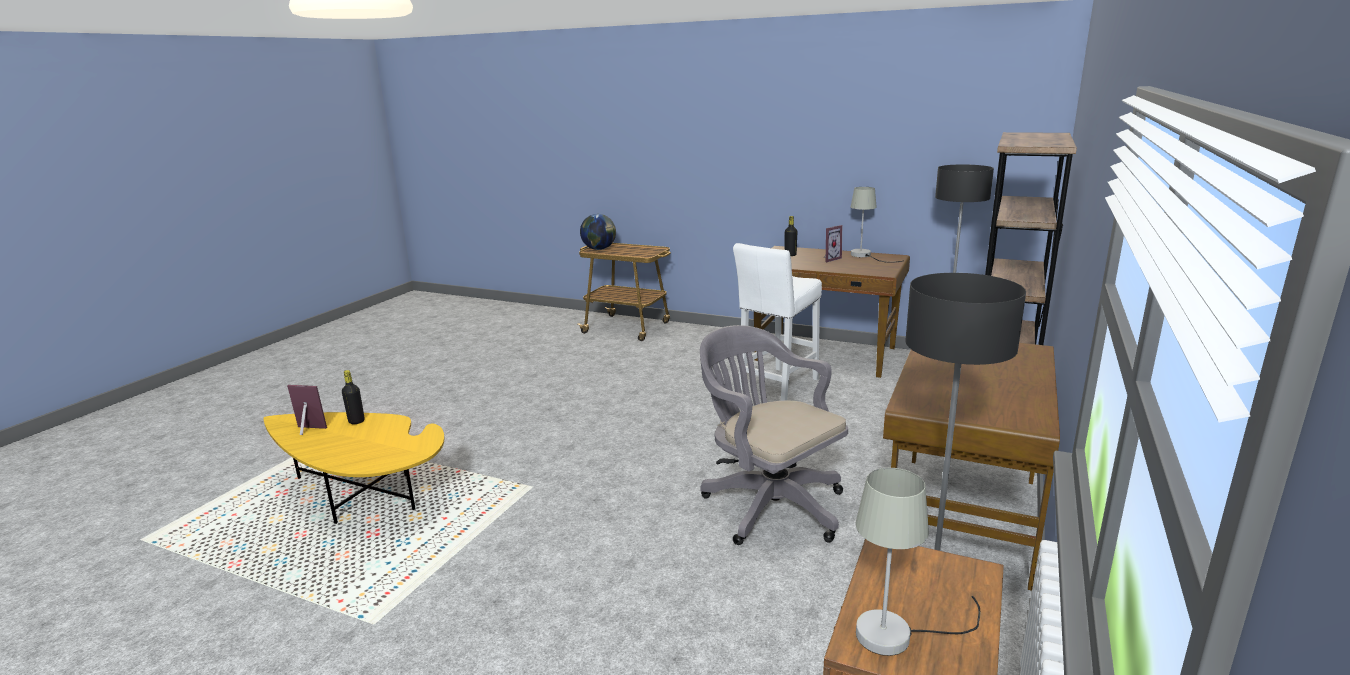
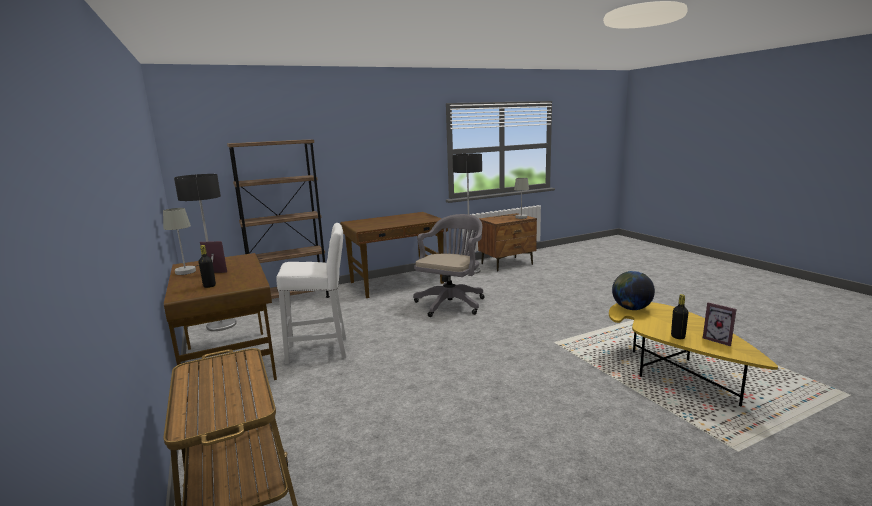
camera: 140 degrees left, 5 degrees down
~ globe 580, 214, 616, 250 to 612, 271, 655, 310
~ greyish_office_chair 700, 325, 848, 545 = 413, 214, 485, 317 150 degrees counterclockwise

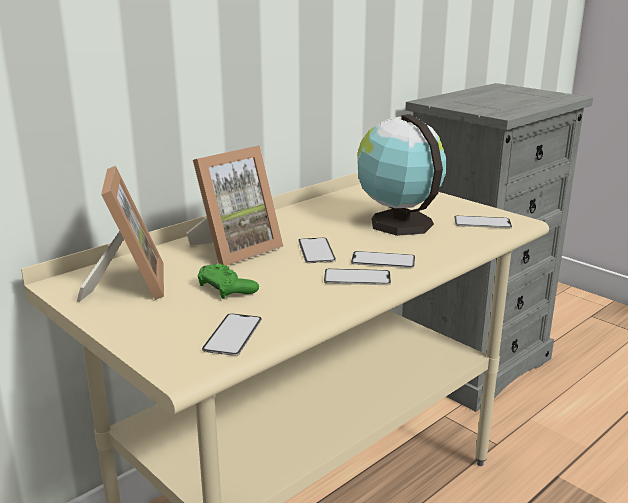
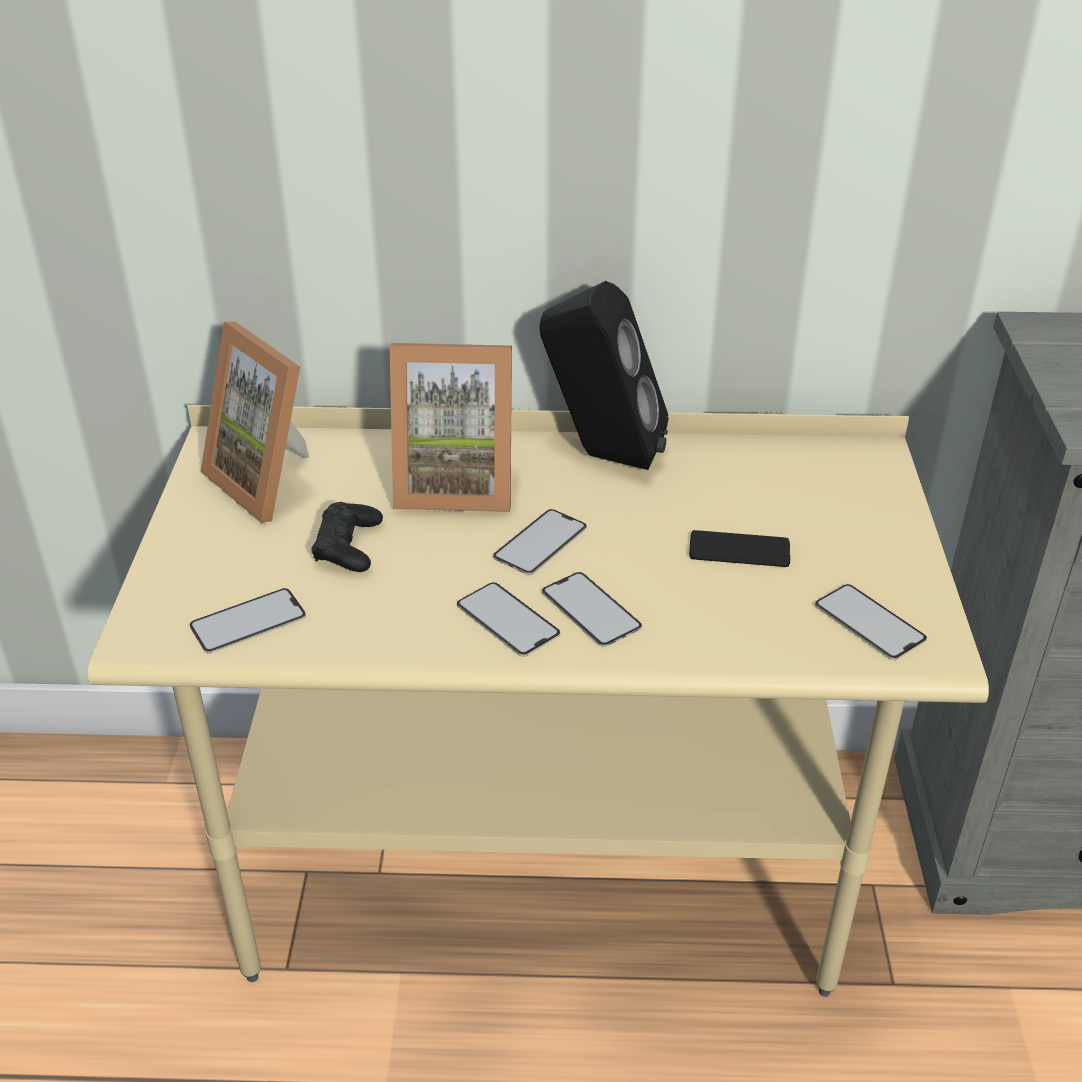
camera: 45 degrees right, 15 degrees up
+ black-coloured_loudspeaker 539, 281, 668, 470
~ globe 357, 114, 447, 236 to phone 689, 530, 790, 567
~ green_gamepad 198, 264, 259, 299 to black-coloured_gamepad 311, 502, 383, 572
~ photo_frame 77, 166, 164, 302 = 201, 322, 309, 523 105 degrees clockwise

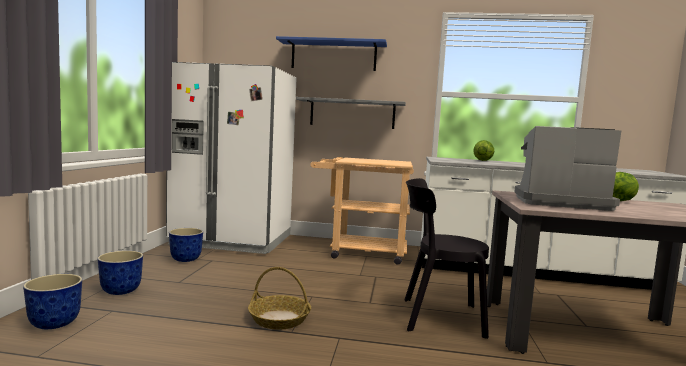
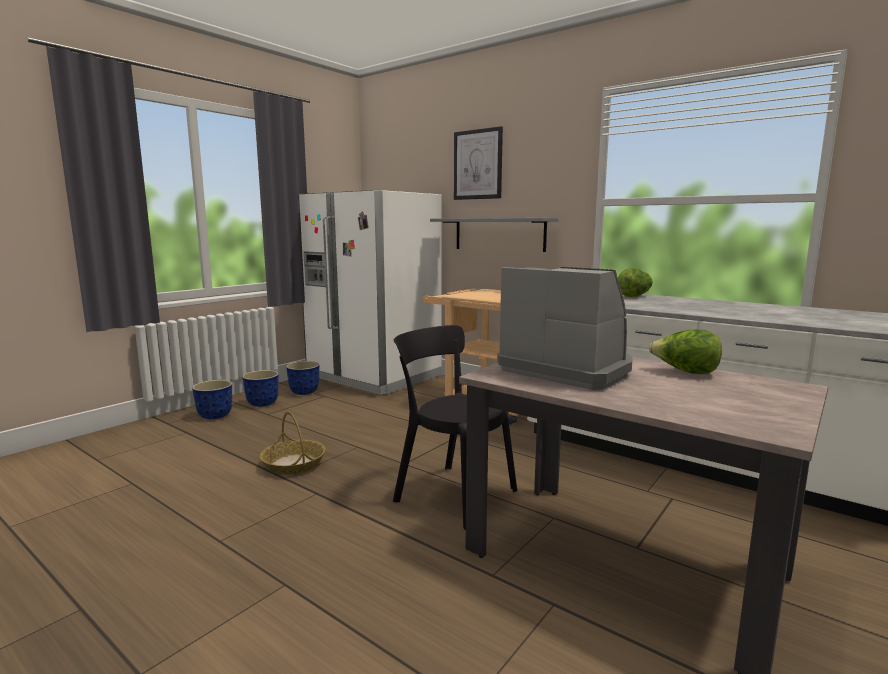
camera: 30 degrees right, 5 degrees up
~ plant_pot 23, 274, 82, 329 to 242, 370, 279, 407
~ bluish_shelf 276, 36, 387, 71 to wall_picture 454, 126, 503, 200

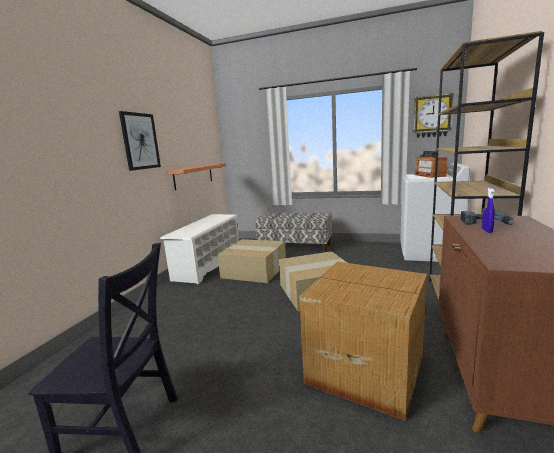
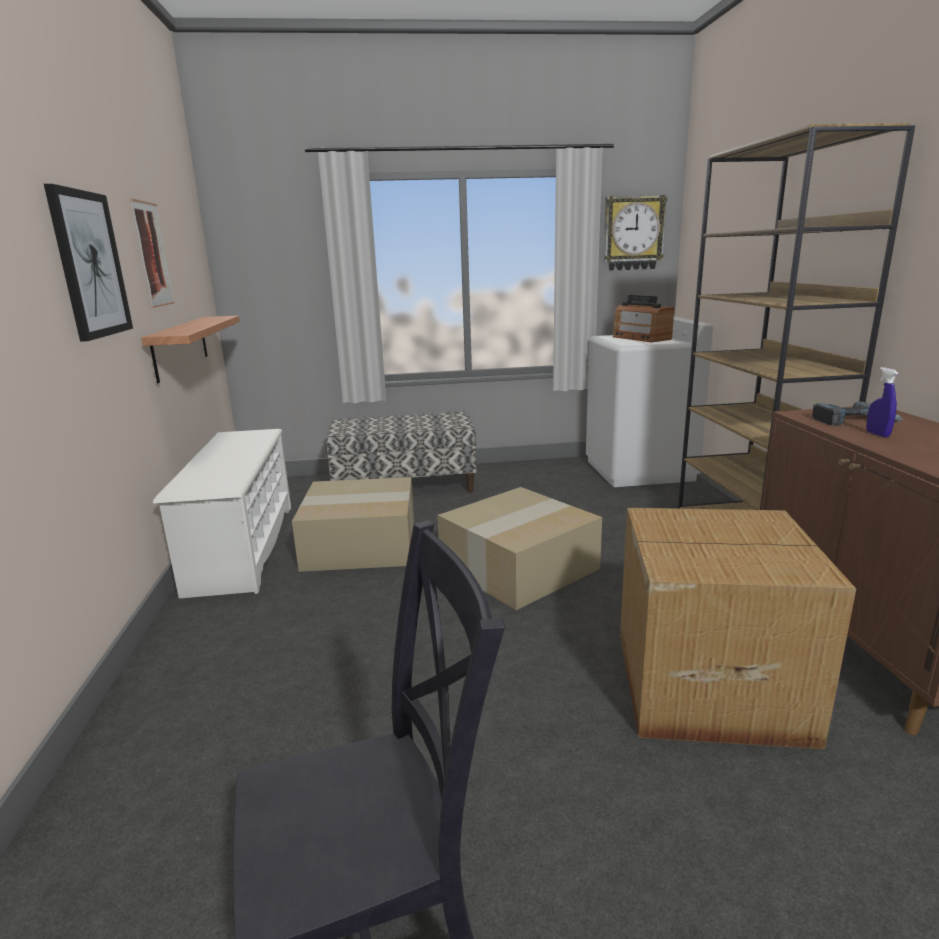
camera: 25 degrees left, 5 degrees up
+ wall_picture 130, 199, 175, 308

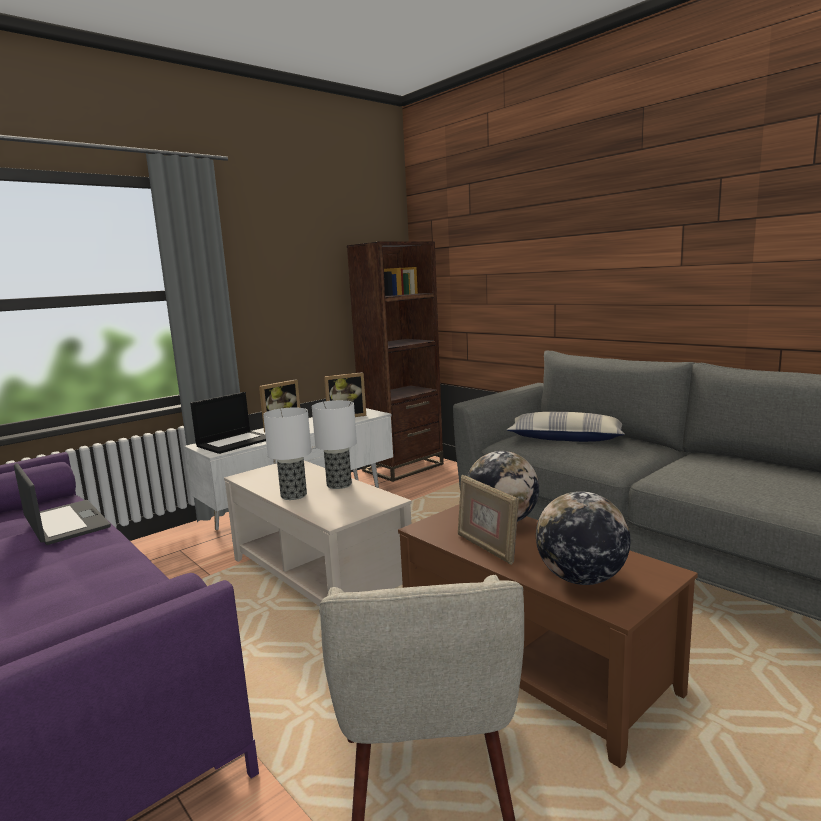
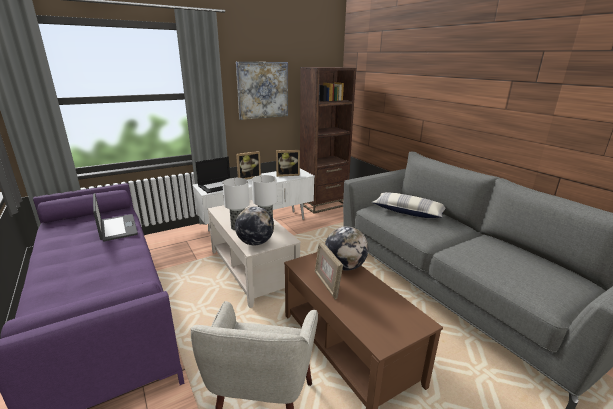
camera: 10 degrees right, 10 degrees up
+ wall_picture 236, 62, 288, 120
~ globe 536, 491, 630, 585 to 235, 206, 274, 245

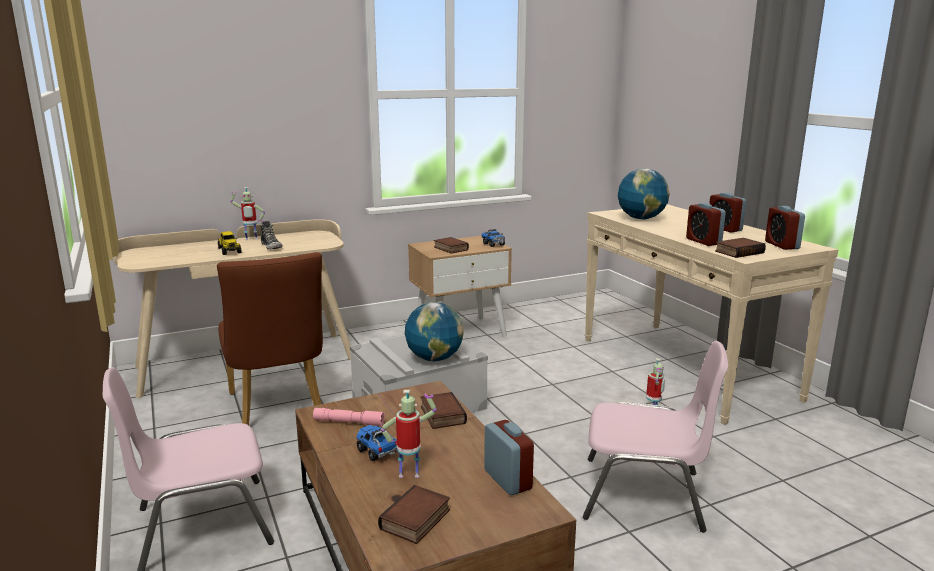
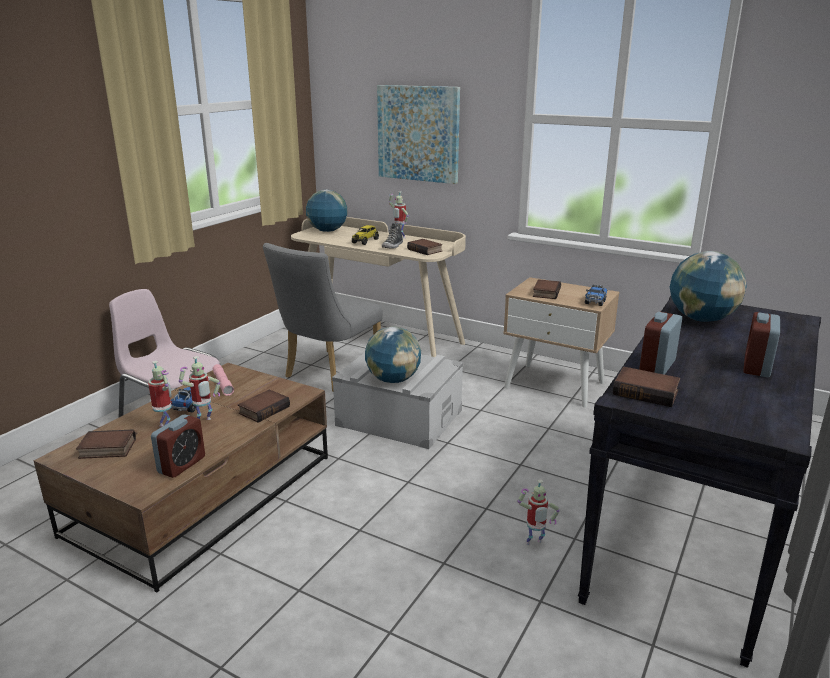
camera: 55 degrees right, 5 degrees up
- pink_plain_chair 583, 341, 728, 532
- table_clock 765, 206, 805, 250
+ robot_figure 179, 356, 220, 420
+ globe 306, 189, 347, 232
+ wall_picture 377, 85, 460, 184
+ volume 407, 239, 443, 255
~ brown_plain_chair 217, 252, 323, 425 to greyish_plain_chair 263, 243, 383, 392
~ sand-coloured_console_table 585, 204, 838, 425 to black-coloured_console_table 577, 296, 821, 668

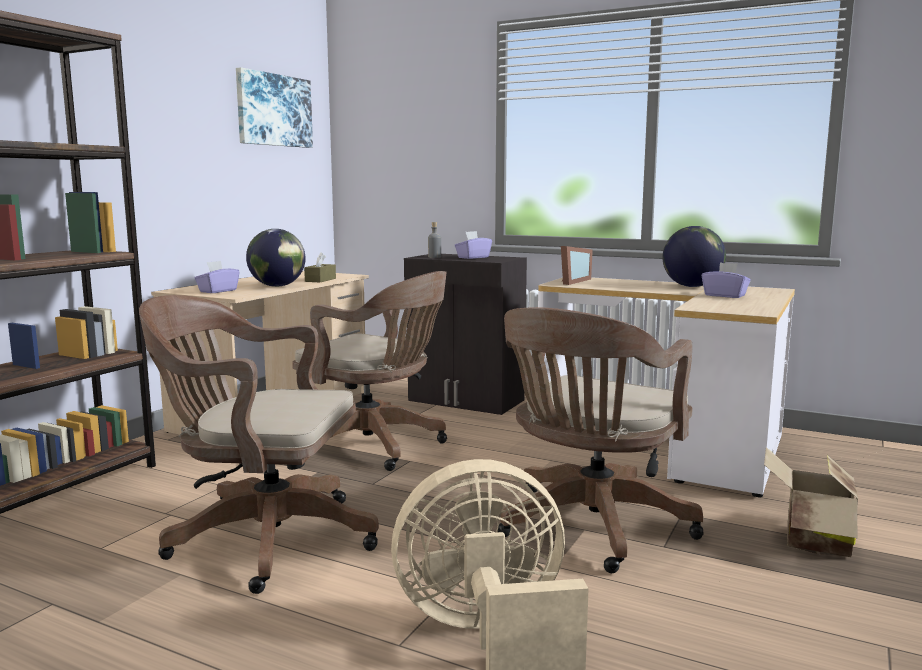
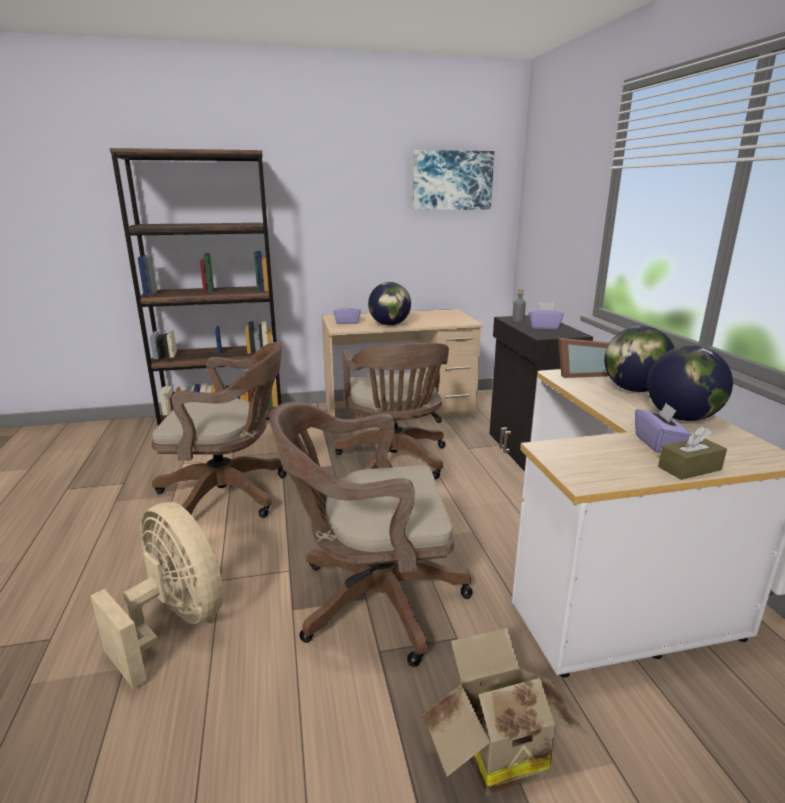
camera: 50 degrees right, 10 degrees up
+ globe 604, 326, 675, 392
~ brown_box_of_tissues 304, 252, 336, 282 to 658, 426, 727, 480
~ brown_office_chair 139, 295, 379, 594 = 151, 342, 287, 518 120 degrees clockwise

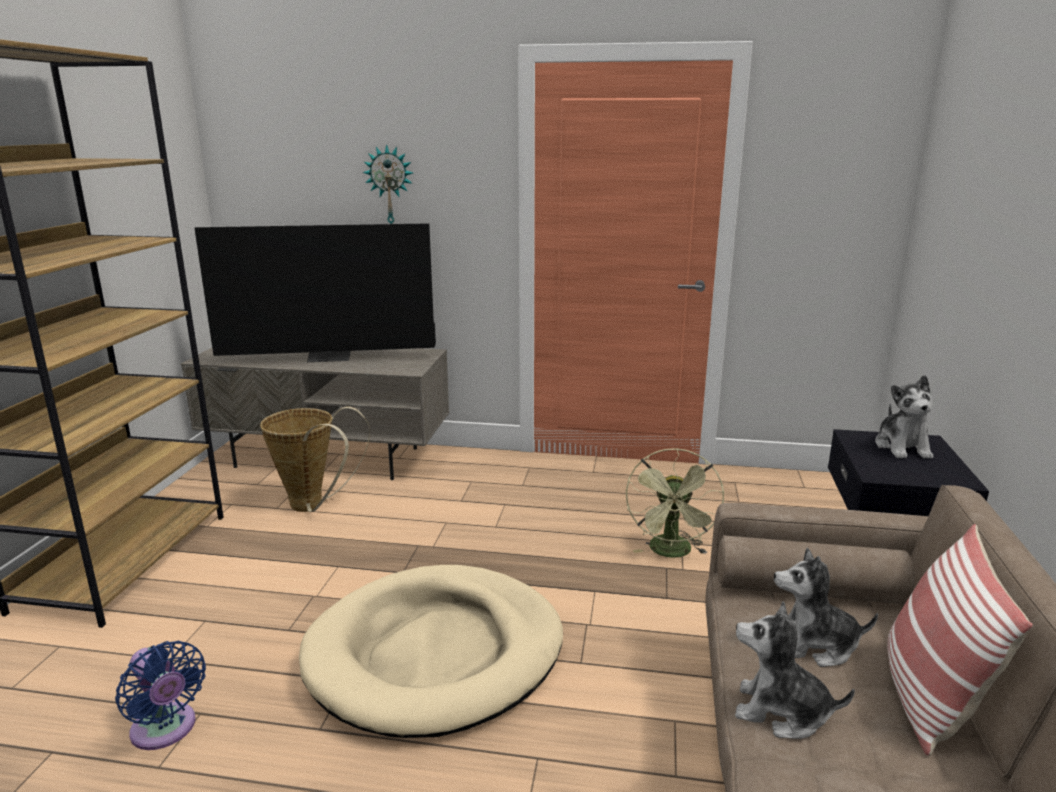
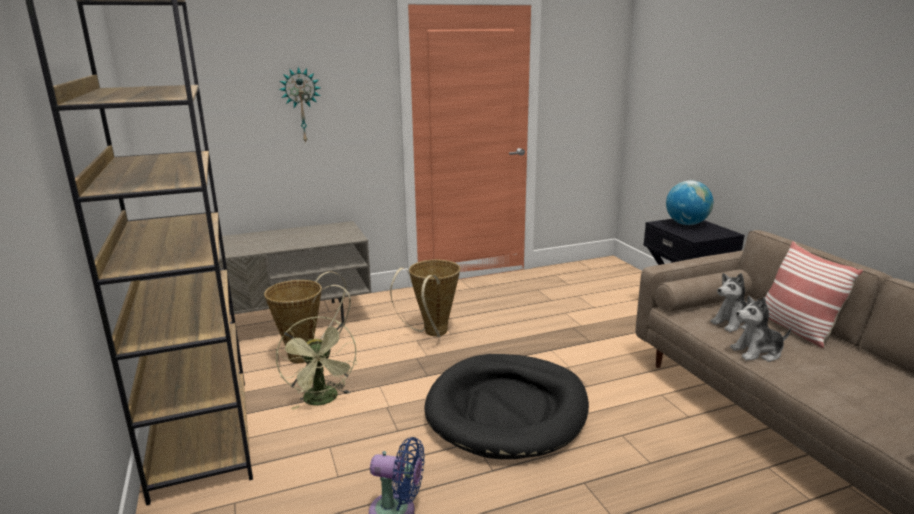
camera: 30 degrees left, 0 degrees up
- TV 194, 223, 436, 362
+ household_basket 390, 260, 460, 337
~ green_electric_fan 626, 448, 724, 558 to 276, 317, 357, 410
~ soft_toy 875, 375, 933, 459 to globe 666, 180, 713, 225
~ sand-coloured_dog_cushion 299, 565, 563, 738 to black-coloured_dog_cushion 424, 354, 589, 459

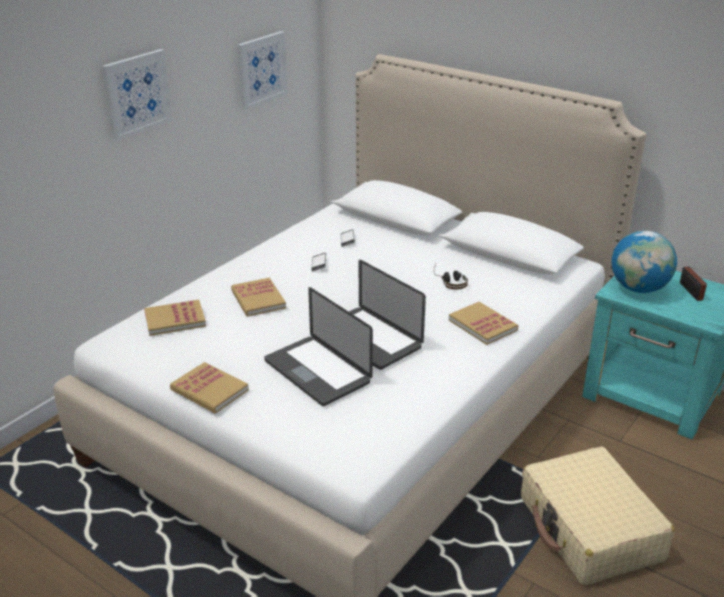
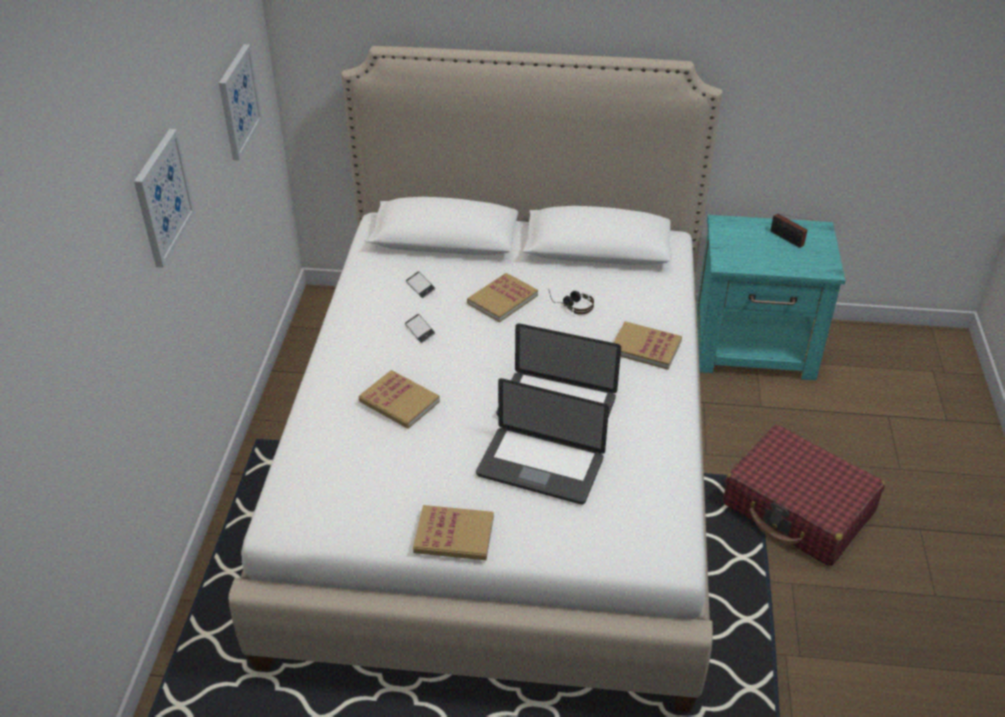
camera: 30 degrees left, 10 degrees up
- globe 611, 231, 677, 293
~ volume 144, 300, 206, 336 to 467, 273, 538, 323
~ sand-coloured_suitcase 521, 446, 675, 586 to red-coloured_suitcase 723, 425, 885, 566

